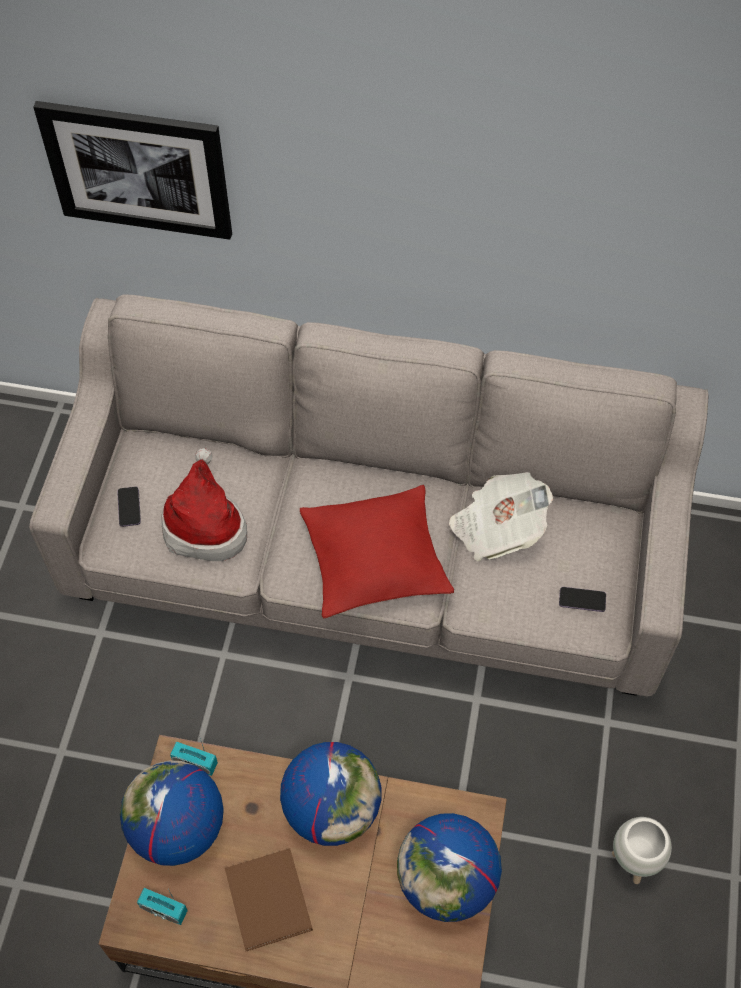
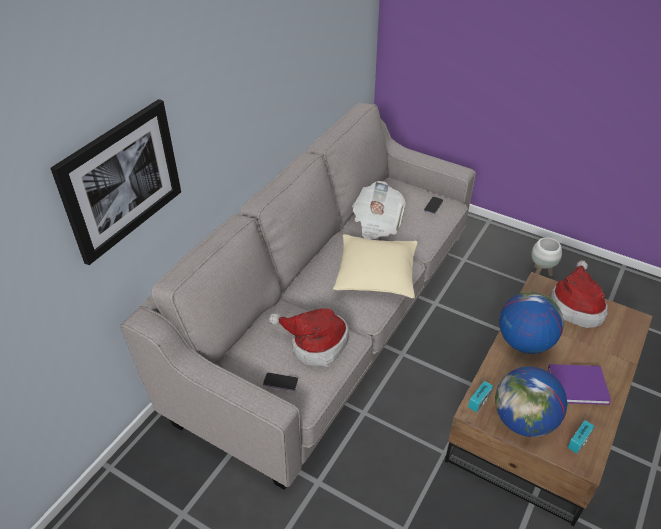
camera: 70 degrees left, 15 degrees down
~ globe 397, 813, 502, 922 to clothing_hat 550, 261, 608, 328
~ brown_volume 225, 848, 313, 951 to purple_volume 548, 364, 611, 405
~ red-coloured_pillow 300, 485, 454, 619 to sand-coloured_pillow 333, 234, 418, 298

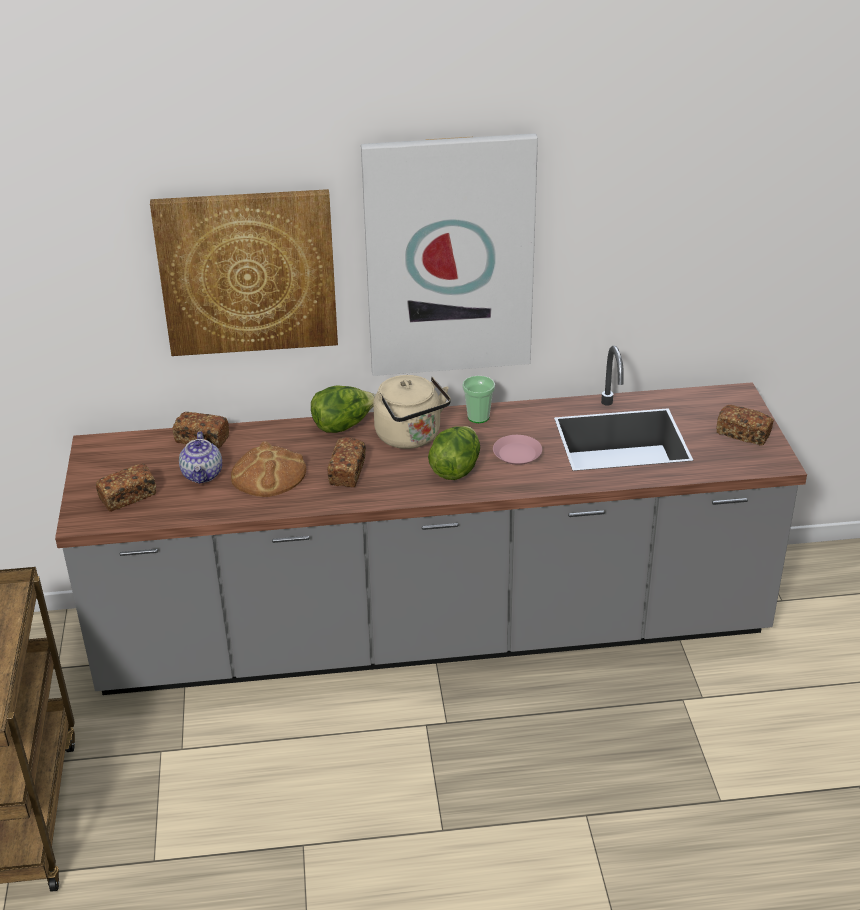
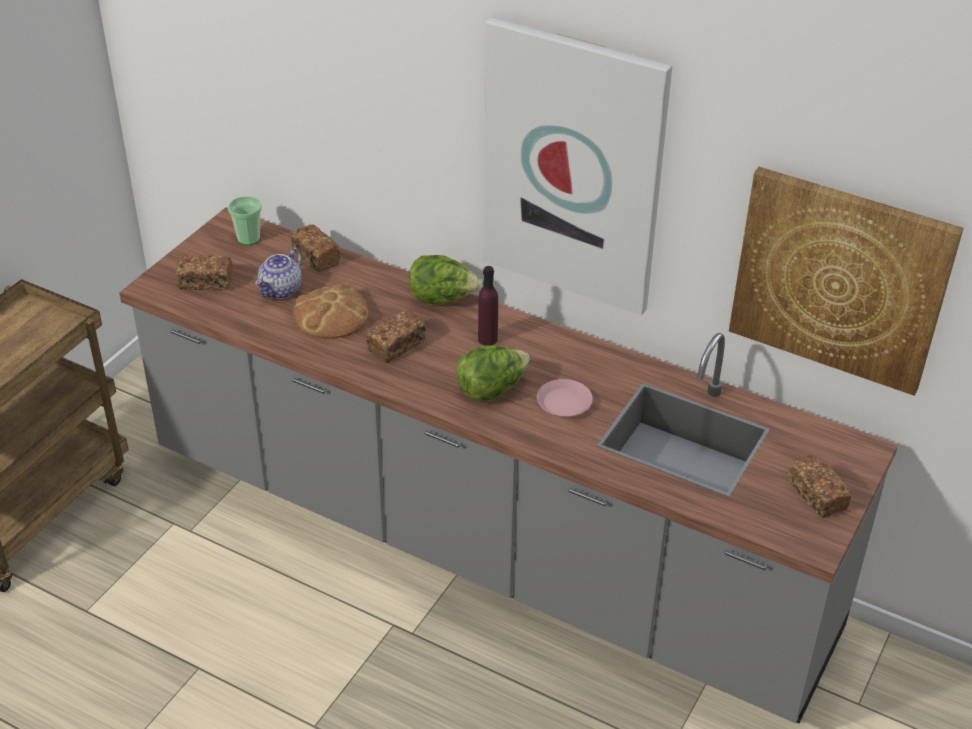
camera: 35 degrees right, 5 degrees up
~ wall_picture 150, 189, 338, 356 to 729, 167, 964, 396
~ small_cup 462, 376, 495, 423 to 228, 196, 262, 245
~ sand-coloured_water_kettle 373, 375, 451, 449 to purple_beverage_bottle 478, 266, 498, 345

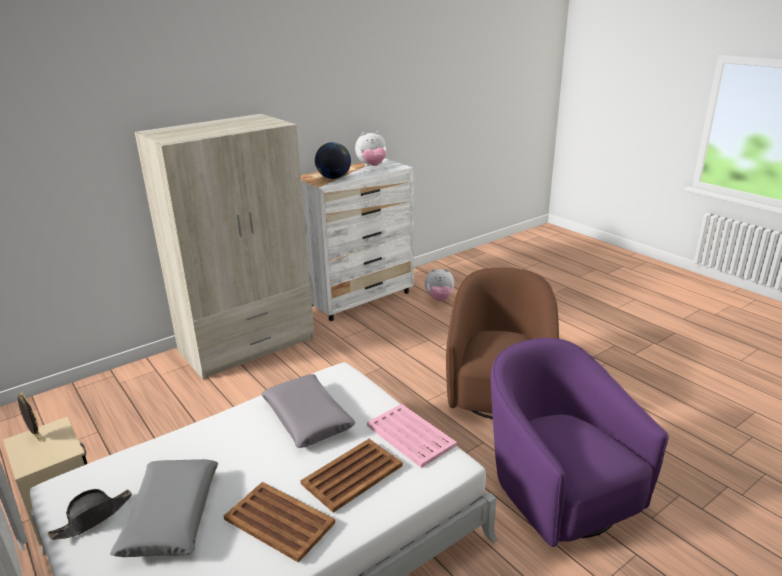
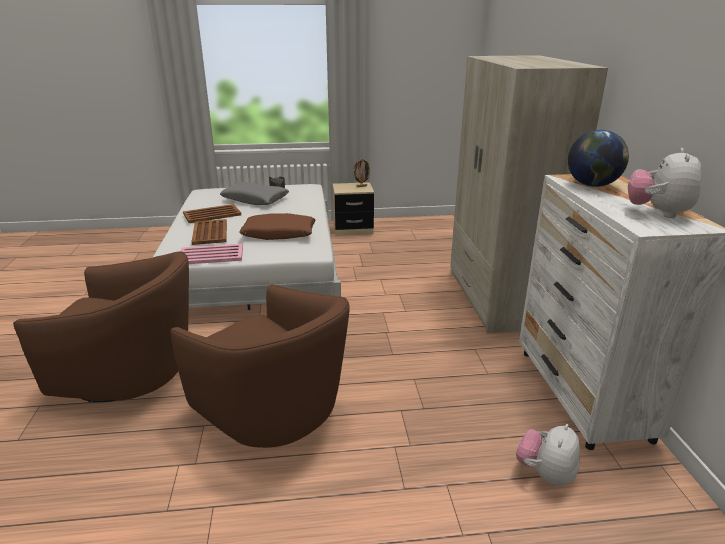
camera: 120 degrees right, 0 degrees up
~ greyish_pillow 261, 374, 356, 448 to brown_pillow 239, 213, 315, 240
~ purple_easy_chair 491, 338, 668, 547 to brown_easy_chair 13, 251, 189, 402

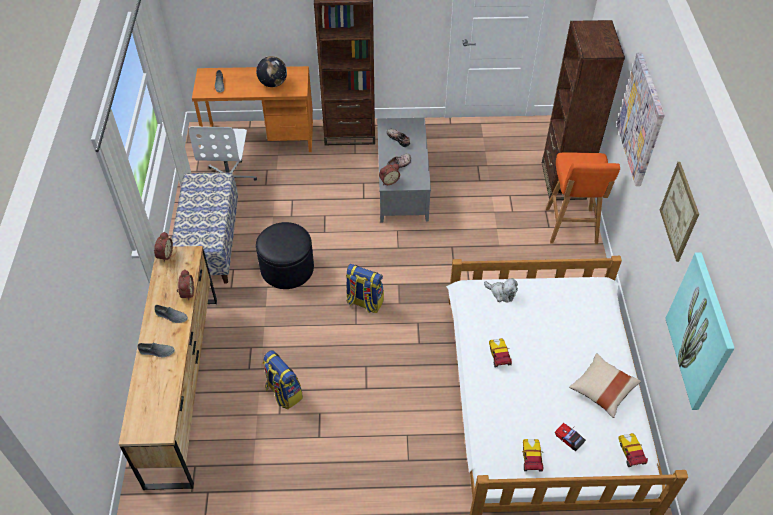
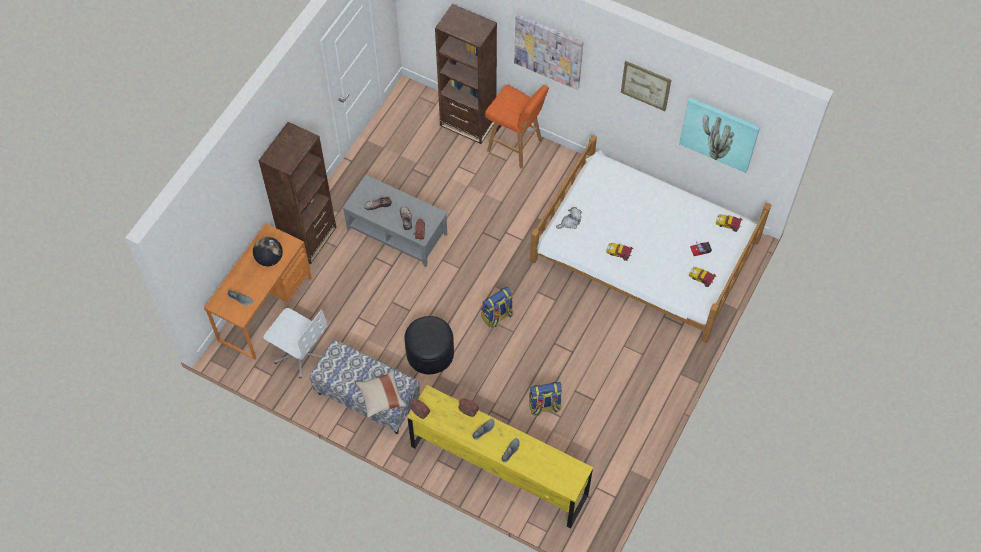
camera: 60 degrees left, 10 degrees up
~ sand-coloured_pillow 569, 354, 641, 418 to 356, 370, 407, 418
~ brown_drawer_chest 119, 246, 217, 490 to yellowish_drawer_chest 407, 385, 593, 528

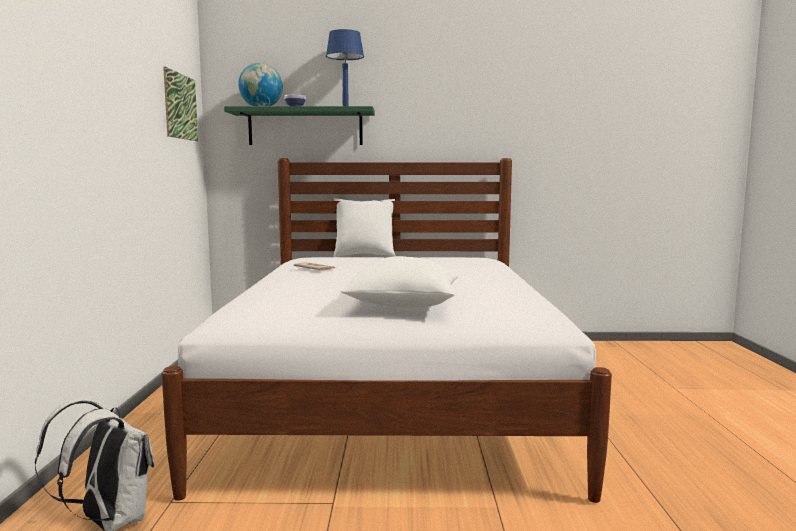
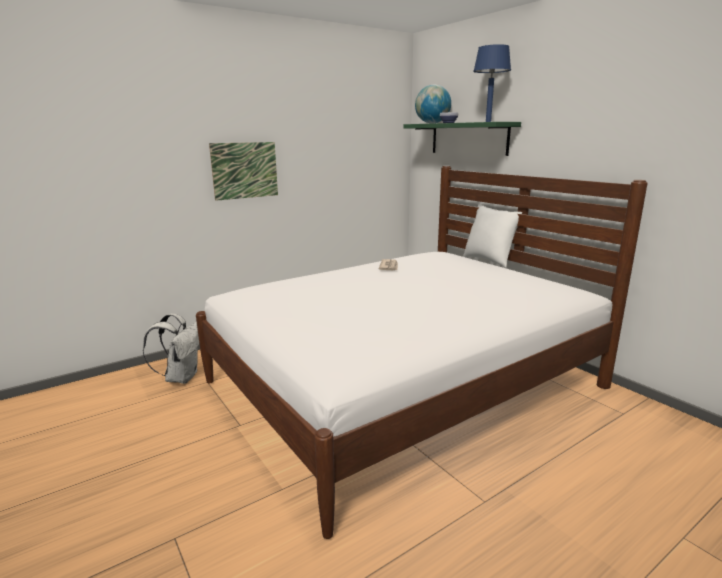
camera: 55 degrees right, 10 degrees up
- whitish_pillow 341, 256, 458, 308
~ wall_picture 163, 66, 198, 141 to 209, 142, 278, 201

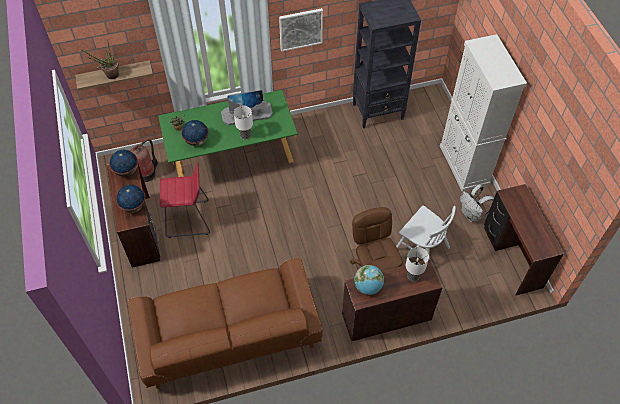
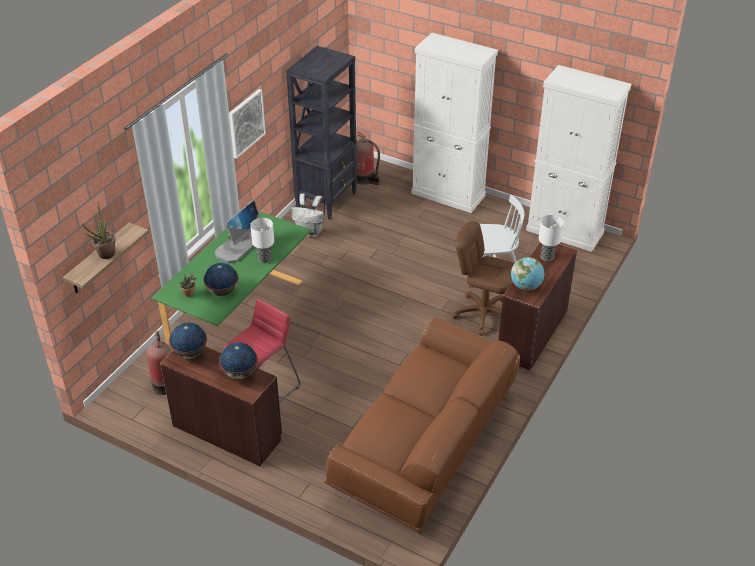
camera: 45 degrees left, 15 degrees down
+ extinguisher 356, 132, 380, 185
~ whitish_knapsack 460, 184, 494, 222 to 291, 193, 325, 237
~ brown_desk_table 484, 184, 564, 296 to whitish_cabinet 526, 65, 631, 252

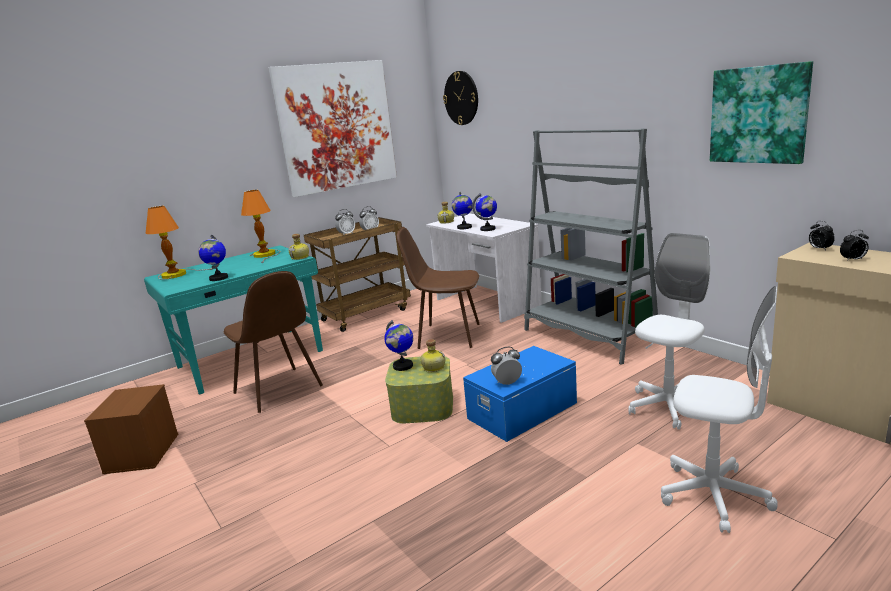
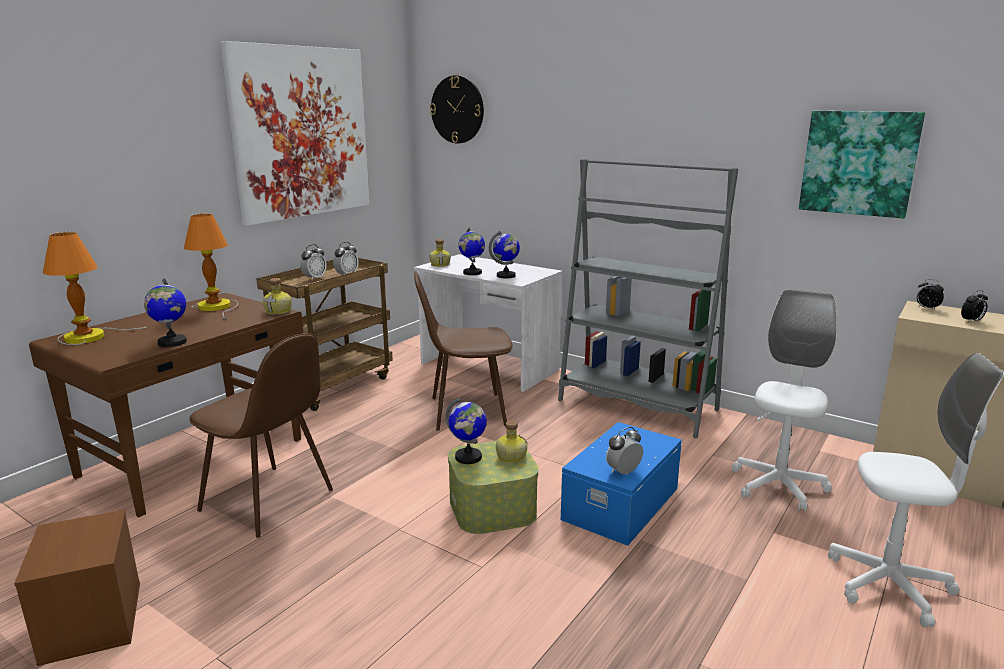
camera: 20 degrees left, 0 degrees up
~ blue-green_desk_table 144, 245, 323, 395 to brown_desk_table 29, 293, 303, 518

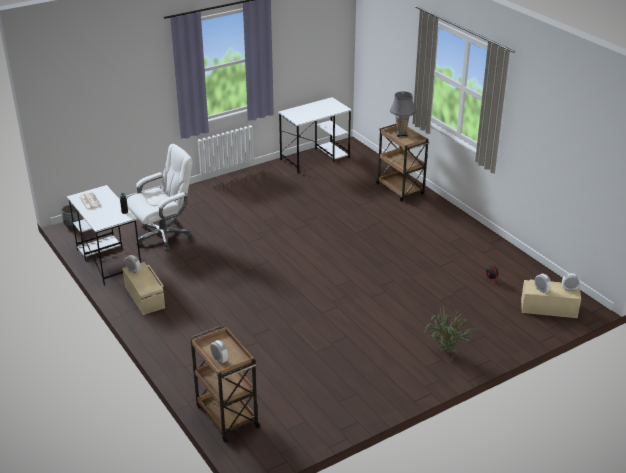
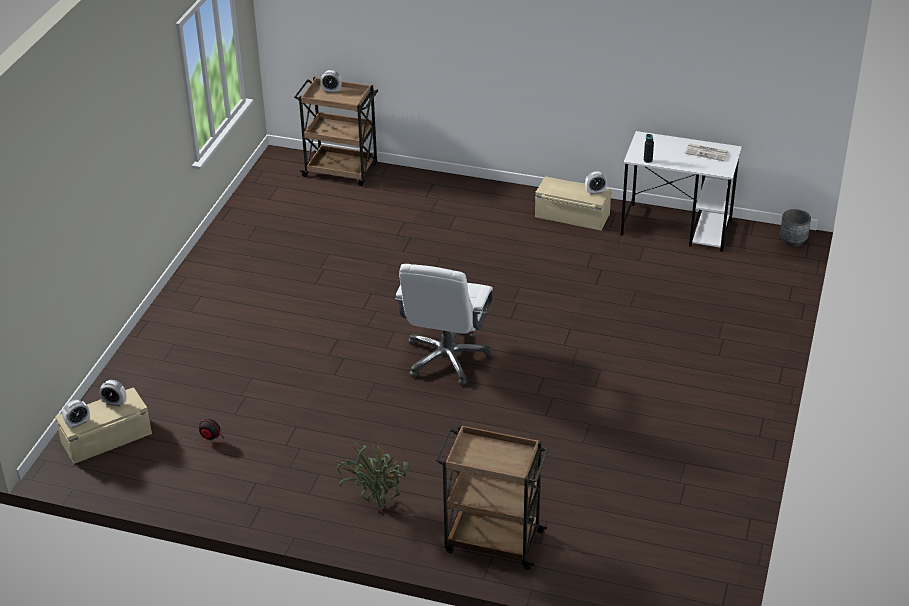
camera: 140 degrees right, 5 degrees up
- whitish_desk_table 278, 97, 352, 173
- greyish_lamp_for_a_table 390, 91, 416, 137
~ whitish_office_chair 127, 144, 193, 251 to 395, 264, 493, 386
~ plant_in_a_pot 424, 306, 477, 353 to 335, 440, 408, 507

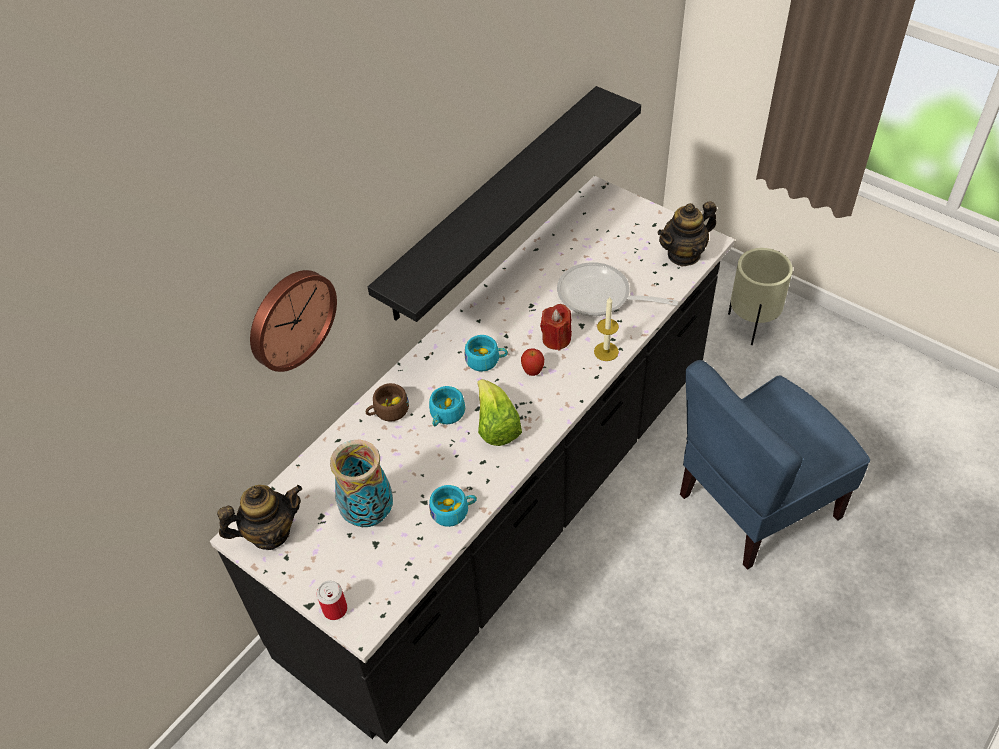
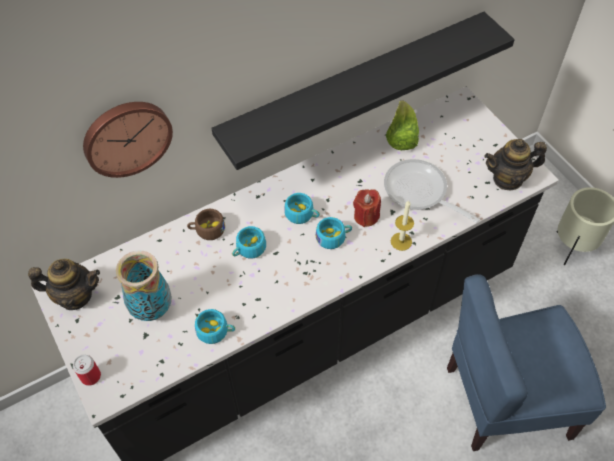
camera: 20 degrees right, 5 degrees up
~ lettuce_head 477, 379, 522, 446 to 386, 100, 419, 150
~ apple 521, 348, 544, 376 to blue-green_small_cup 316, 217, 352, 249

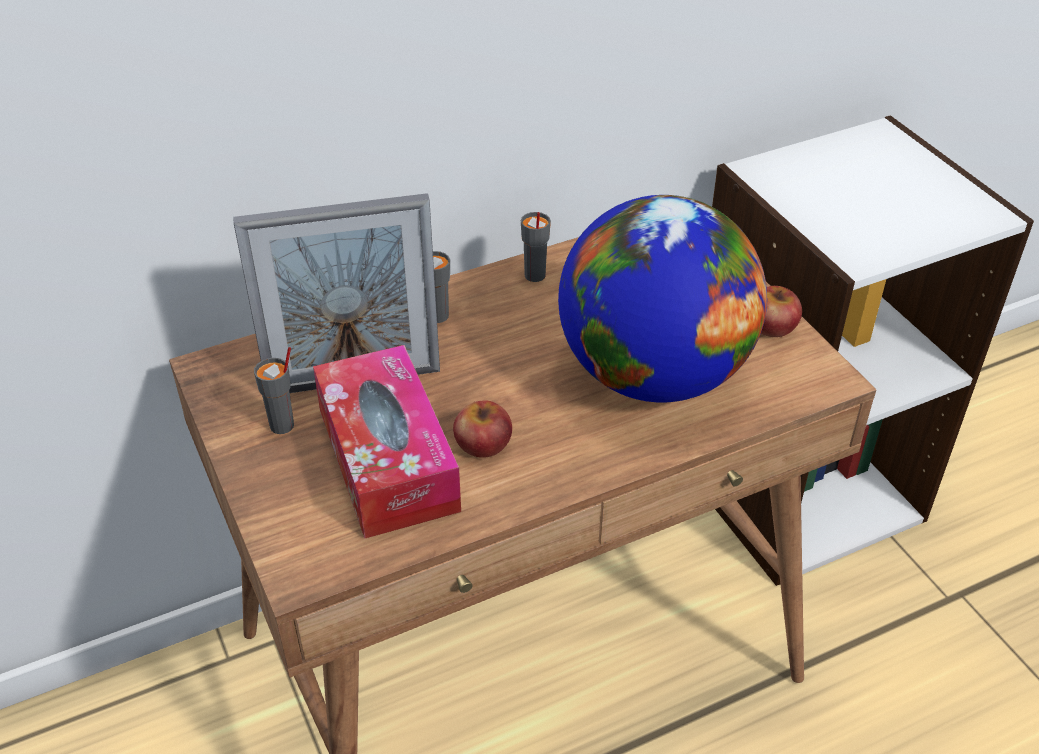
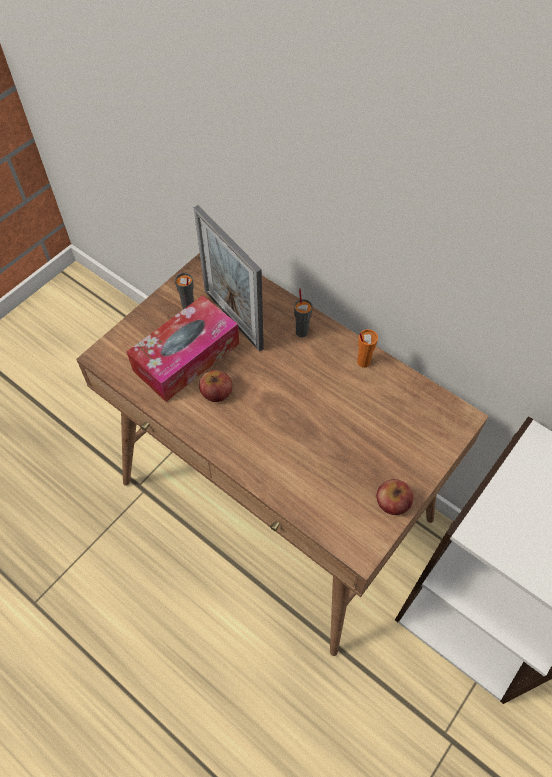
camera: 65 degrees right, 15 degrees up
- globe 558, 195, 767, 403
~ greyish_small_cup 521, 212, 551, 282 to orange_small_cup 357, 329, 378, 368

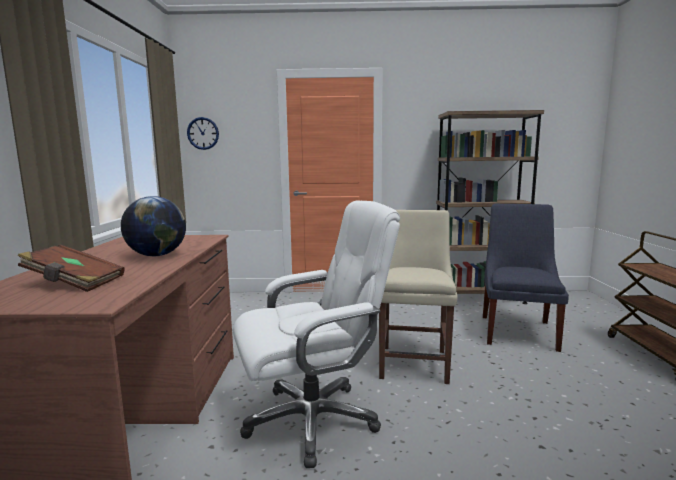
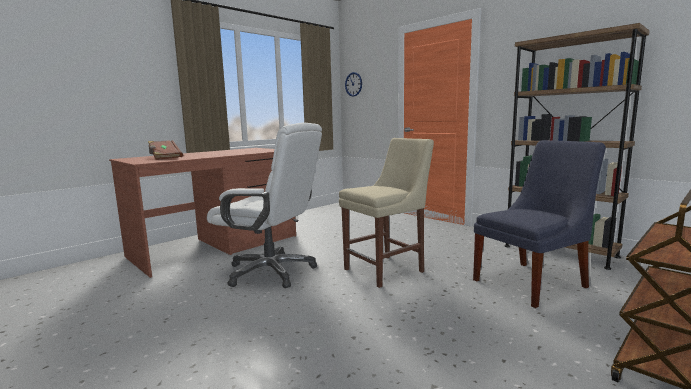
camera: 45 degrees right, 0 degrees up
- globe 121, 196, 186, 256

